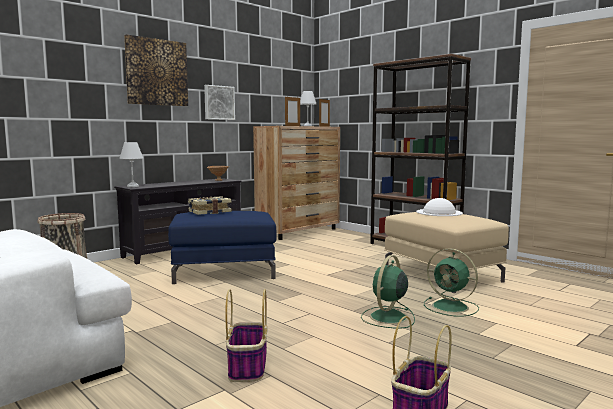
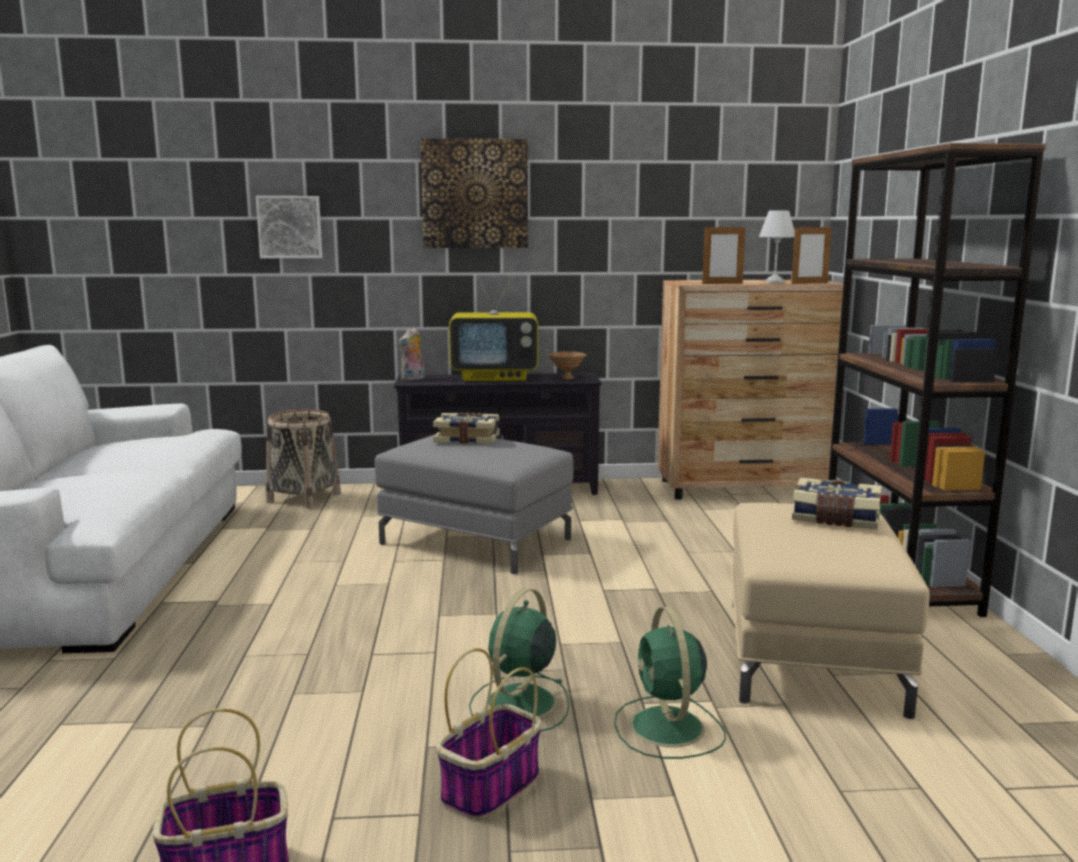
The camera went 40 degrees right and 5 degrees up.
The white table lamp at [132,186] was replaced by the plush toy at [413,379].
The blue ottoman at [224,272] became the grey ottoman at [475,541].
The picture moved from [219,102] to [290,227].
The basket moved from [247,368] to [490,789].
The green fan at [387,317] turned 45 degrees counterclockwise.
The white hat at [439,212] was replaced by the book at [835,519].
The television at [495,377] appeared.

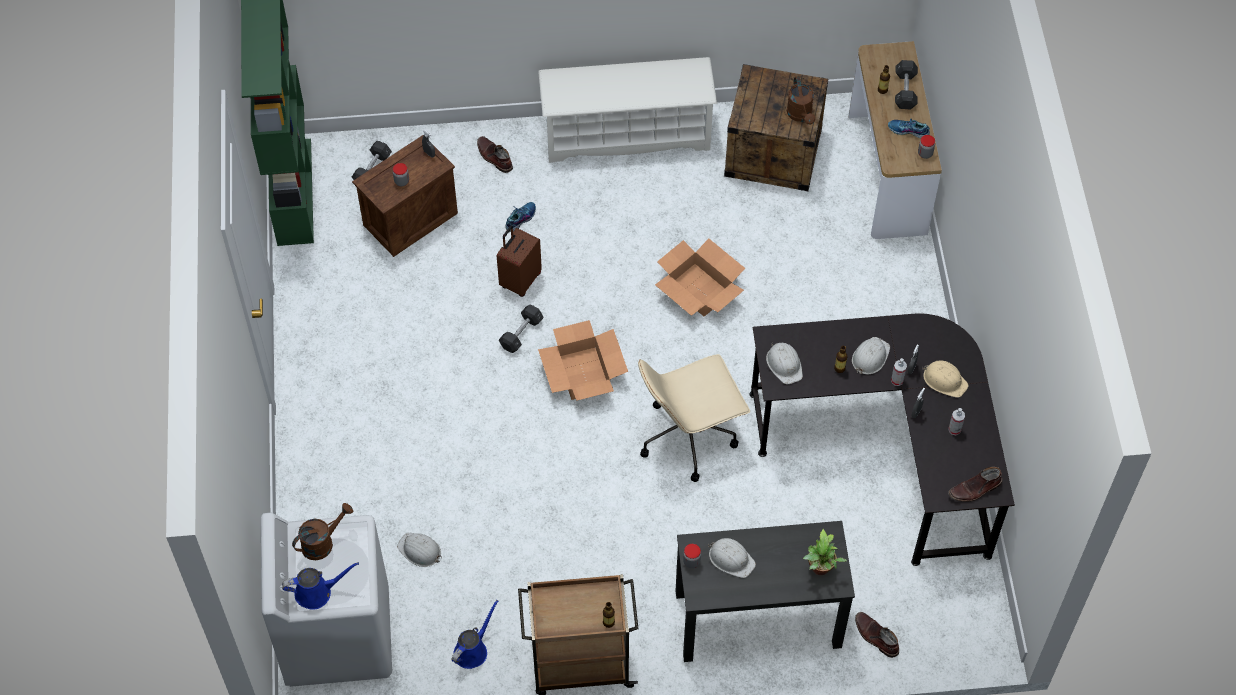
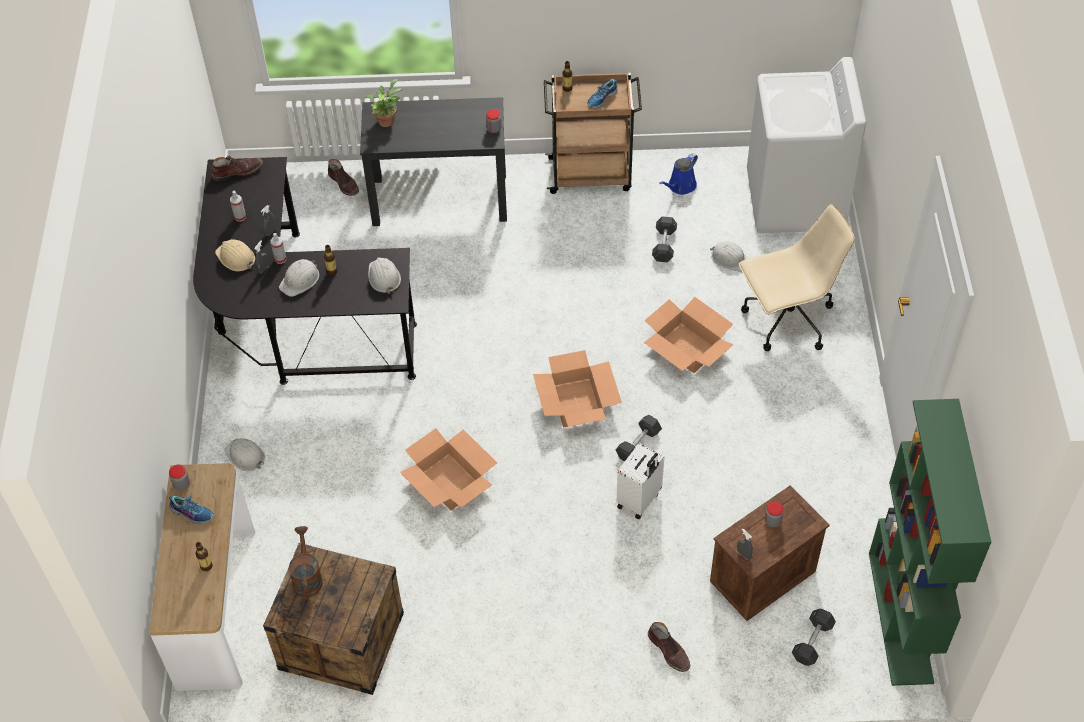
The camera went 175 degrees left and 5 degrees down.
The blue watering can at [317,592] disappeared.
The brown watering can at [322,542] disappeared.
The brown suitcase at [520,280] became the white suitcase at [639,500].
The shoe moved from [520,218] to [602,98].
The white shoe rack at [627,134] disappeared.
The beige office chair moved from [689,436] to [786,320].
The white hard hat moved from [731,558] to [245,456].
The grey dumbbell moved from [905,90] to [664,245].
The cardboard box at [687,348] appeared.

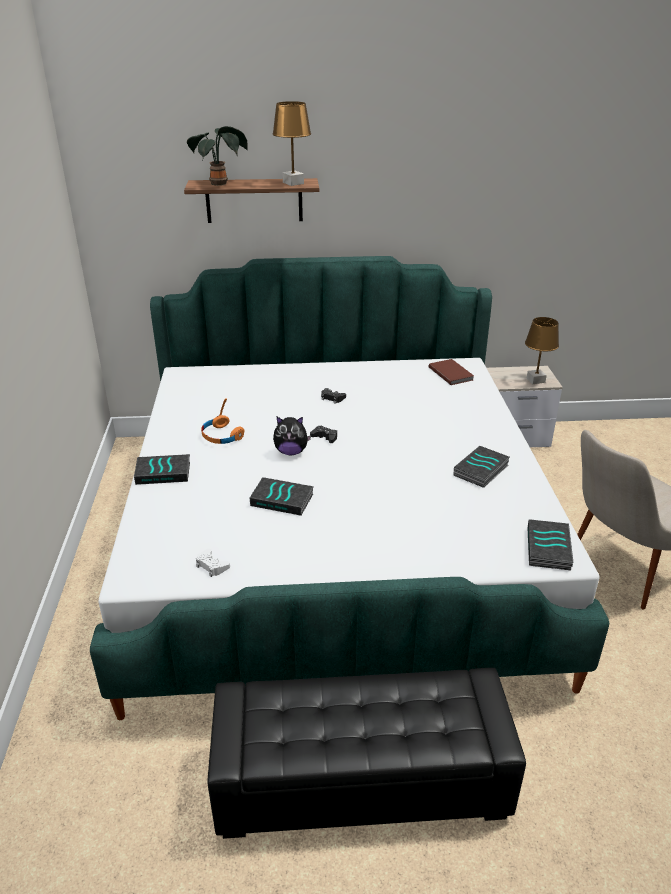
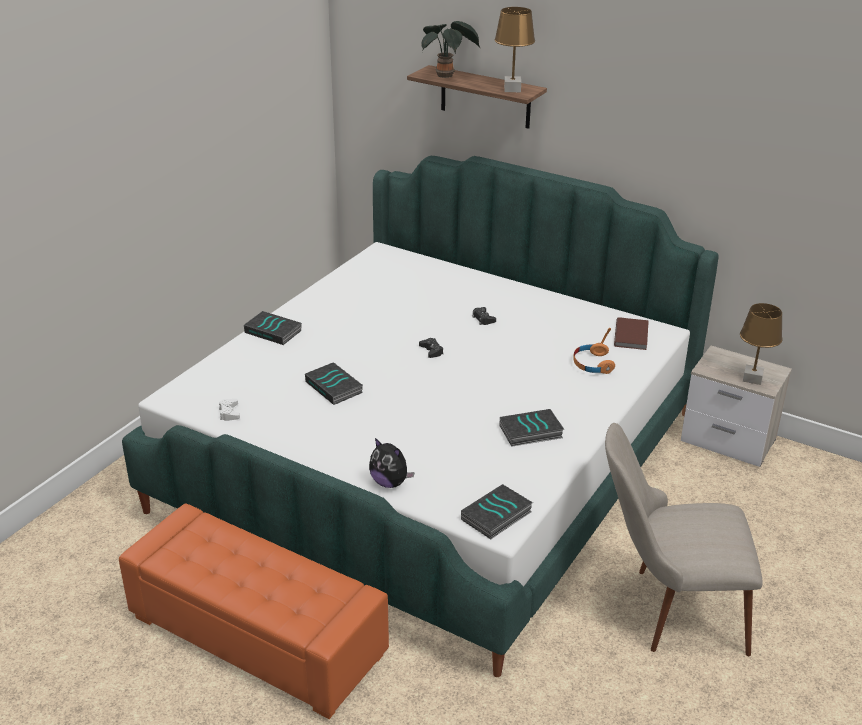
The camera went 35 degrees right and 0 degrees up.
The orange headphones moved from [221,436] to [592,364].
The black ottoman at [361,779] became the orange ottoman at [258,635].
The plush toy moved from [291,452] to [390,482].

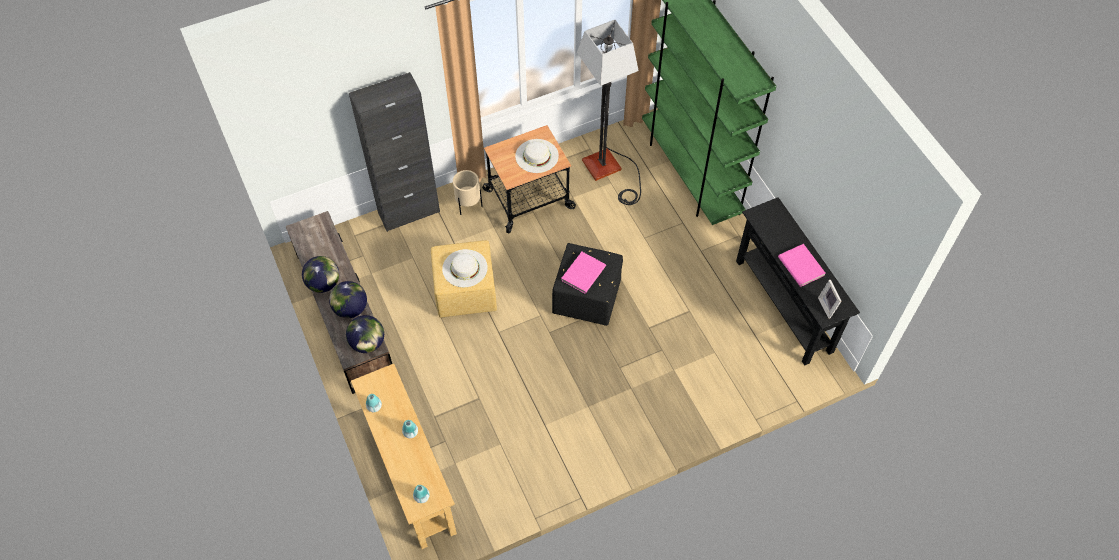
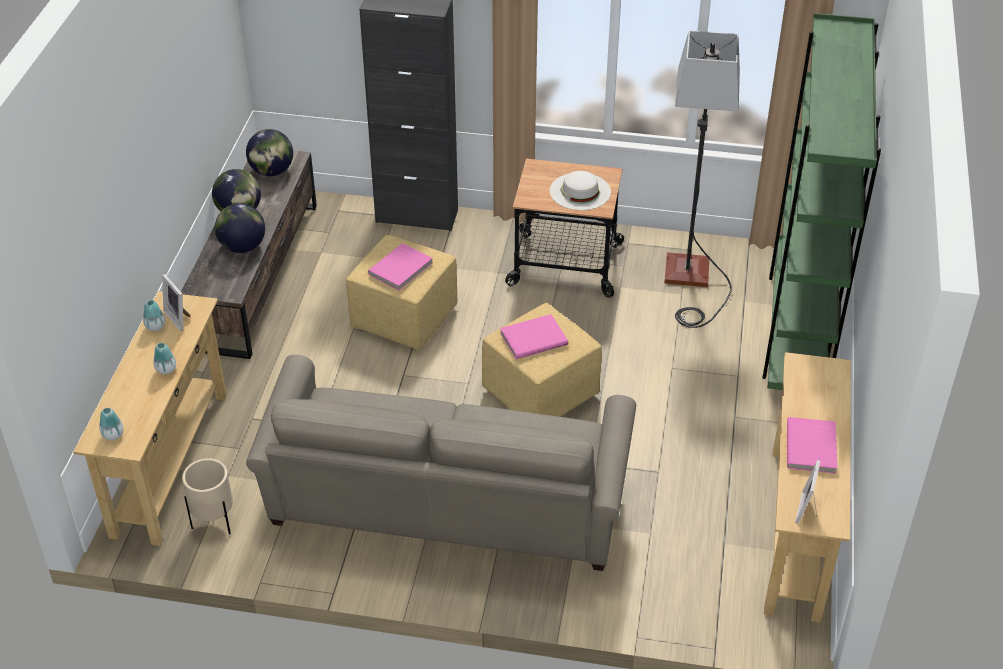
The camera went 35 degrees right and 15 degrees down.
The globe moved from [368,343] to [272,171].
The white hat at [465,268] was replaced by the pink book at [401,269].
The beige planter moved from [468,206] to [214,522].
The black ottoman at [587,298] became the yellow ottoman at [541,394].
The black console table at [784,305] became the beige console table at [796,531].
The picture frame at [179,318] appeared.
The beige sofa at [445,509] appeared.

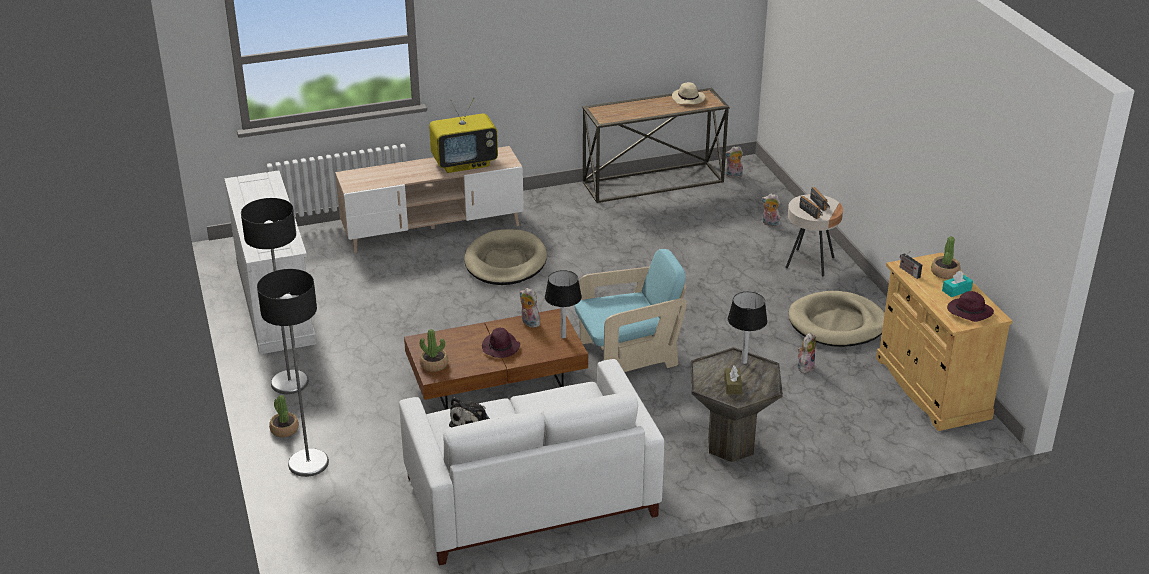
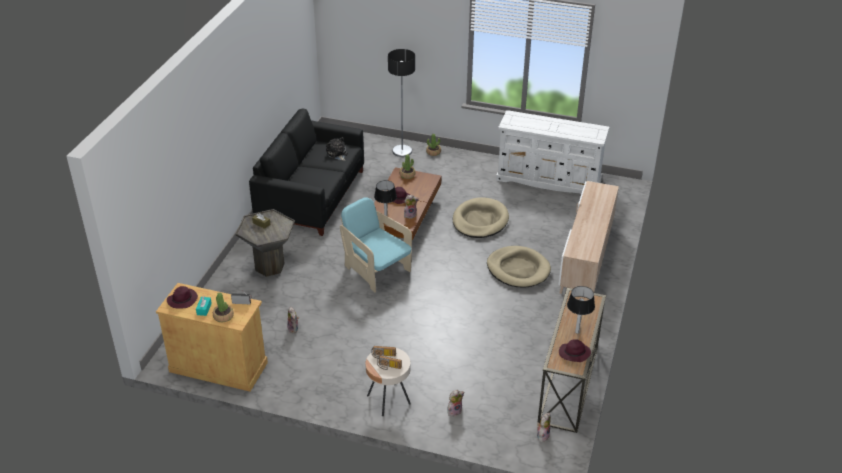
The camera went 125 degrees right and 5 degrees up.
The floor lamp at [289,382] disappeared.
The white sofa at [529,495] became the black sofa at [312,196].
The television at [465,163] disappeared.
The turquoise armchair at [628,356] turned 120 degrees clockwise.
The beige hat at [688,99] became the purple hat at [574,354].
The table lamp moved from [743,362] to [577,332].
The beige dog bed moved from [837,323] to [480,221].

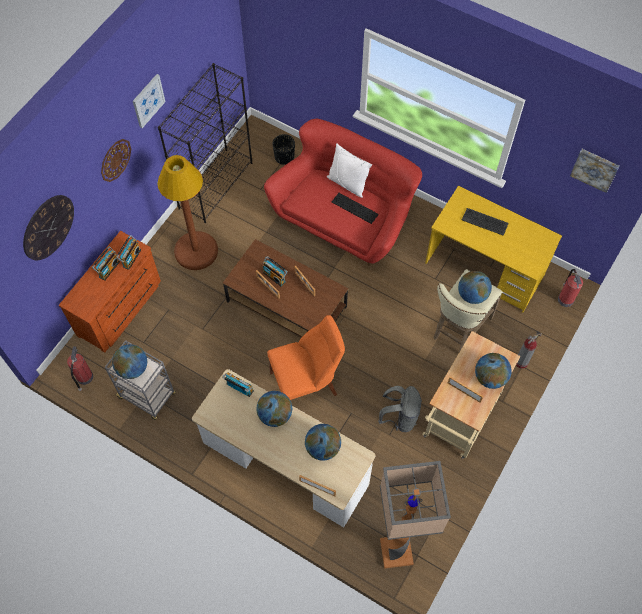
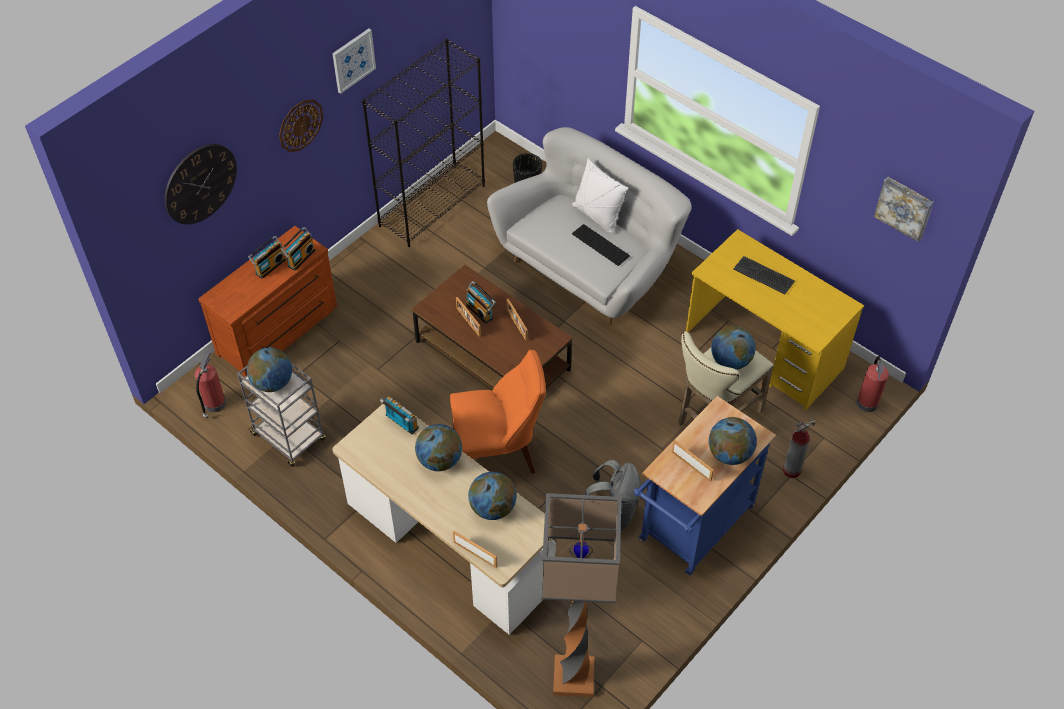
The camera went 10 degrees right and 10 degrees down.
The brown floor lamp at [196,251] disappeared.
The red sofa at [344,219] became the white sofa at [590,267].
The beige cart at [459,421] became the blue cart at [692,529].

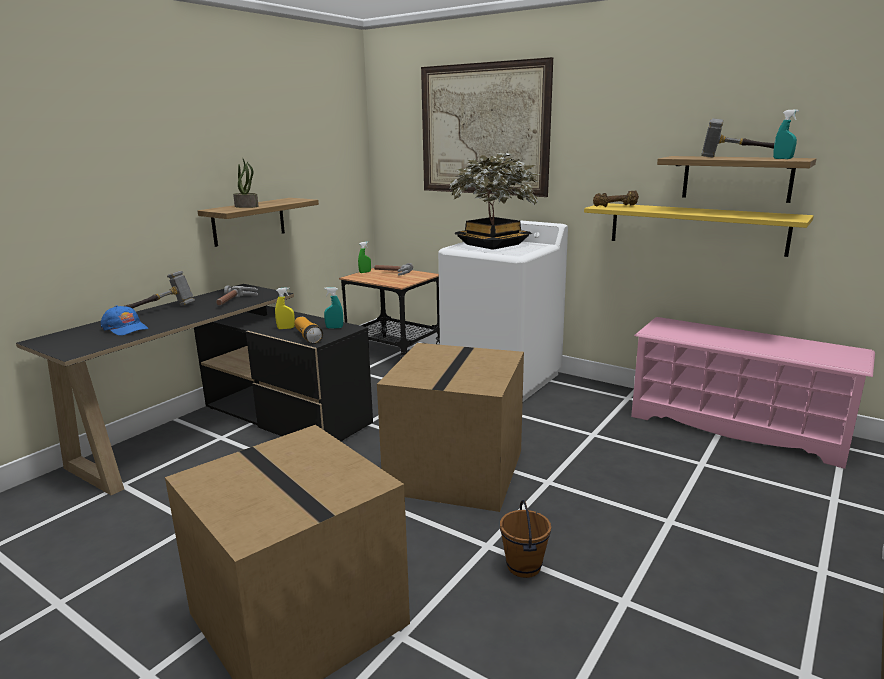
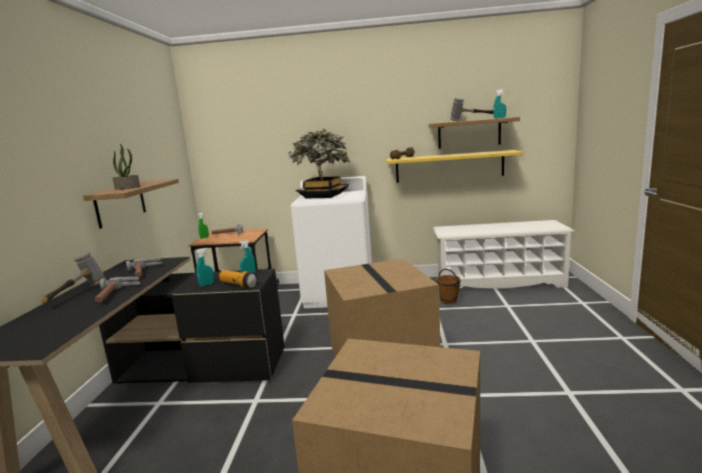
The camera went 30 degrees left and 5 degrees down.
The blue cap at [125,328] disappeared.
The yellow spray bottle at [286,328] became the turquoise spray bottle at [206,284].
The picture at [483,130] disappeared.
The brown bucket moved from [524,566] to [449,300].
The pink shoe rack at [736,427] became the white shoe rack at [498,282].
The hammer at [116,294] appeared.

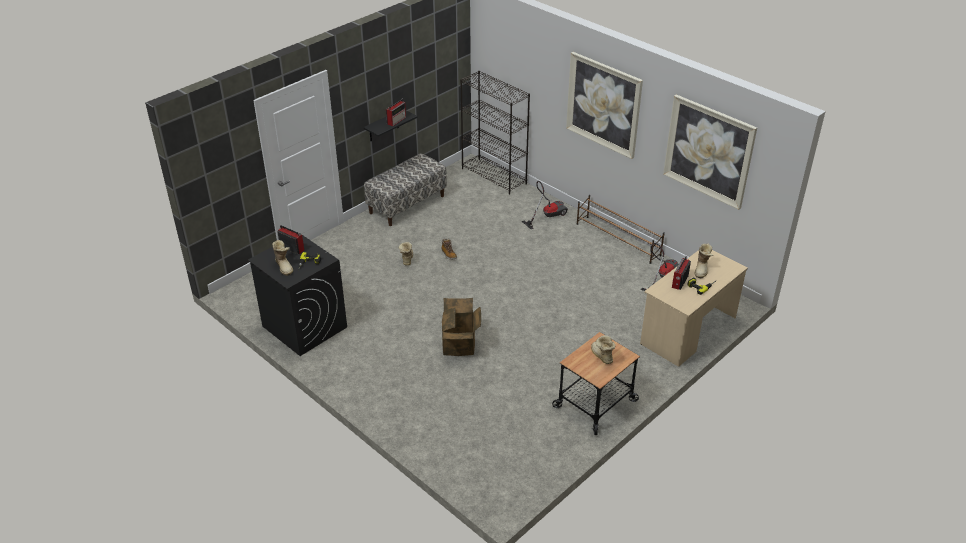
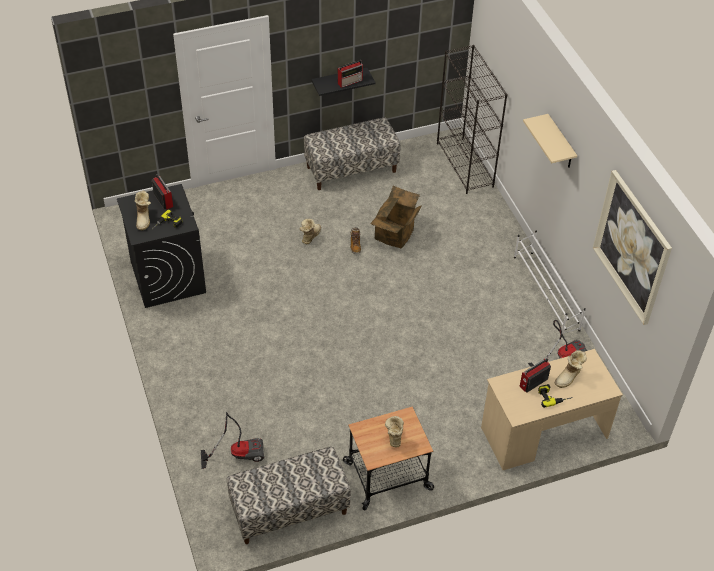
The camera went 25 degrees right and 10 degrees up.
The cardboard box moved from [460,345] to [395,235].
The vacuum cleaner moved from [547,215] to [238,453].
The picture at [603,104] was replaced by the beige shelf at [560,143].
The brown shoe rack at [618,240] became the white shoe rack at [546,293].
The bench at [289,510] appeared.

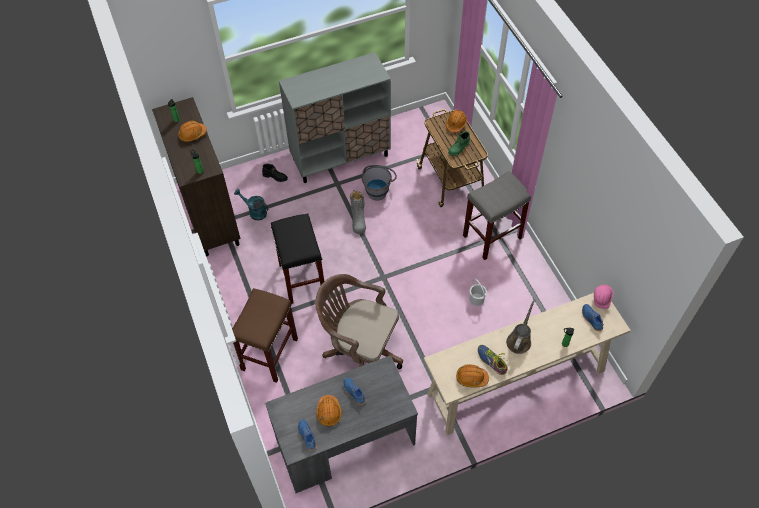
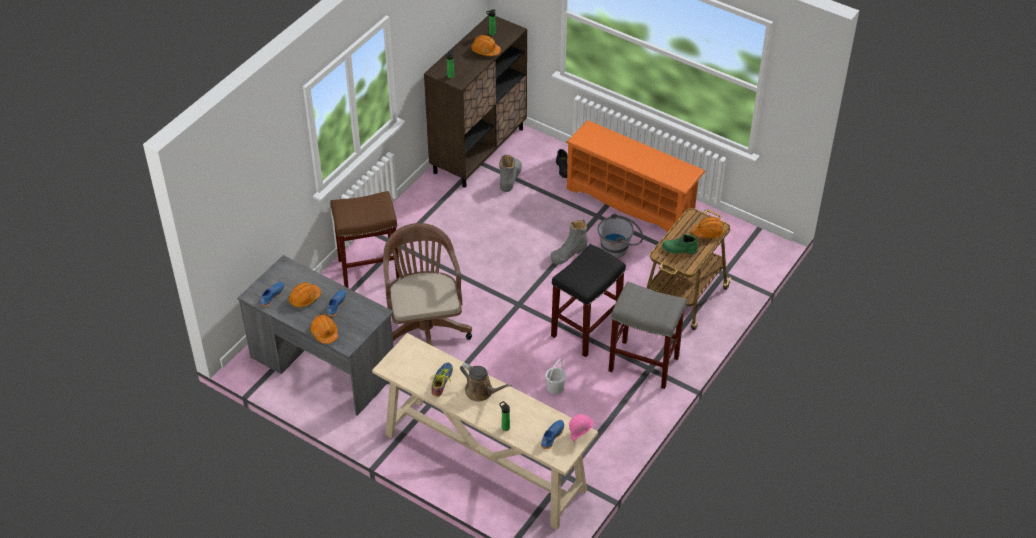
The camera went 55 degrees right and 10 degrees down.
The turquoise watering can at [255,212] was replaced by the grey boot at [510,177].
The black stool moved from [301,279] to [586,329].
The grey cabinet at [341,157] was replaced by the orange shoe rack at [631,202].
The orange hard hat moved from [471,378] to [324,333].
The brown watering can at [519,340] turned 45 degrees clockwise.

